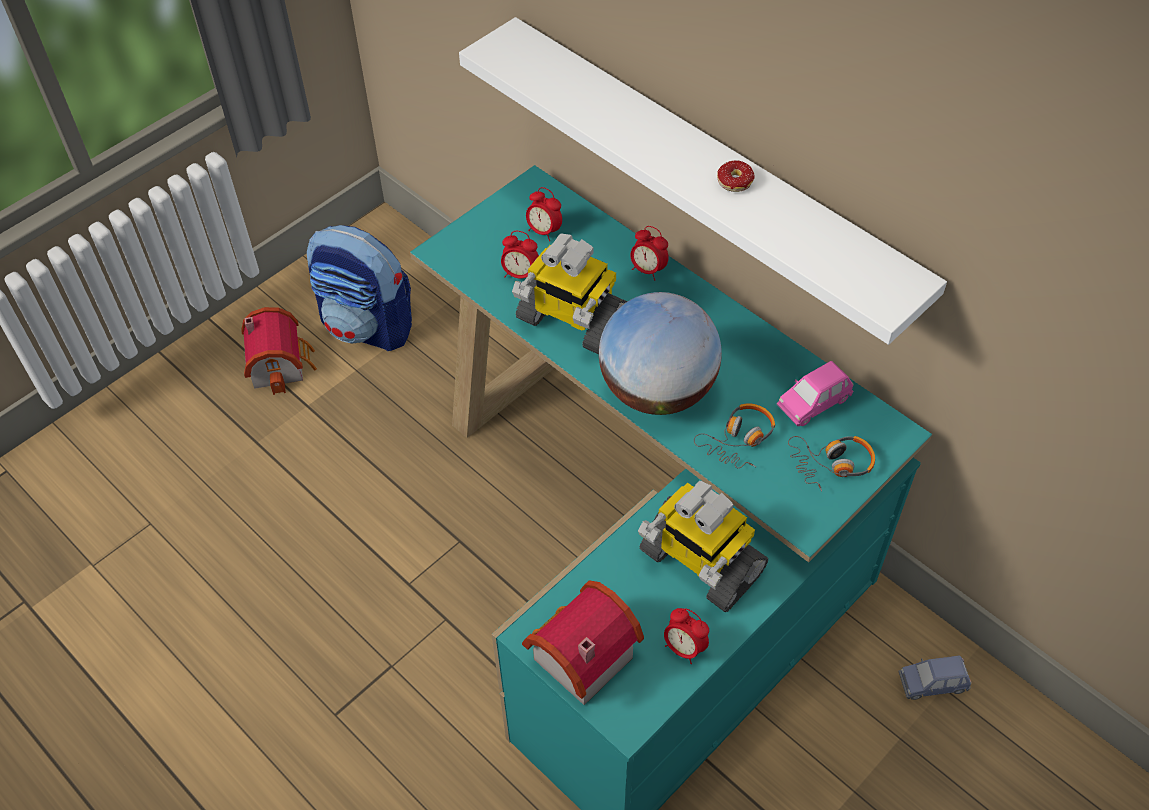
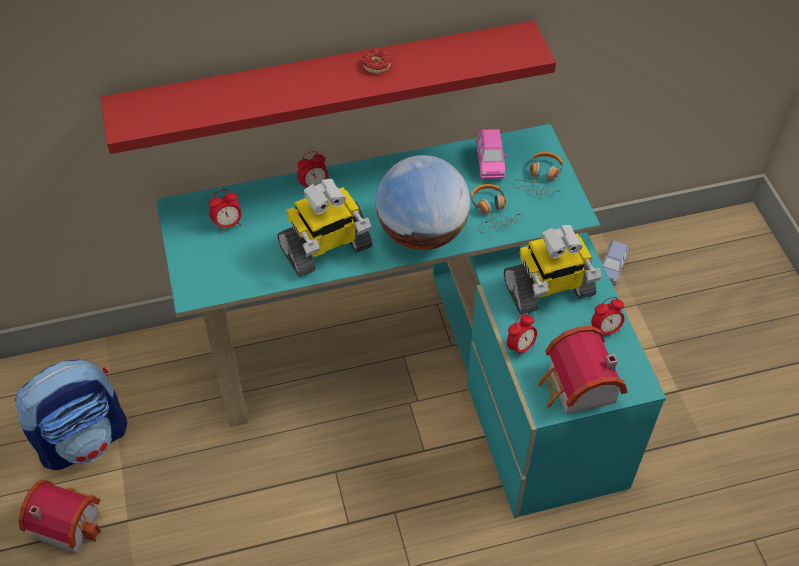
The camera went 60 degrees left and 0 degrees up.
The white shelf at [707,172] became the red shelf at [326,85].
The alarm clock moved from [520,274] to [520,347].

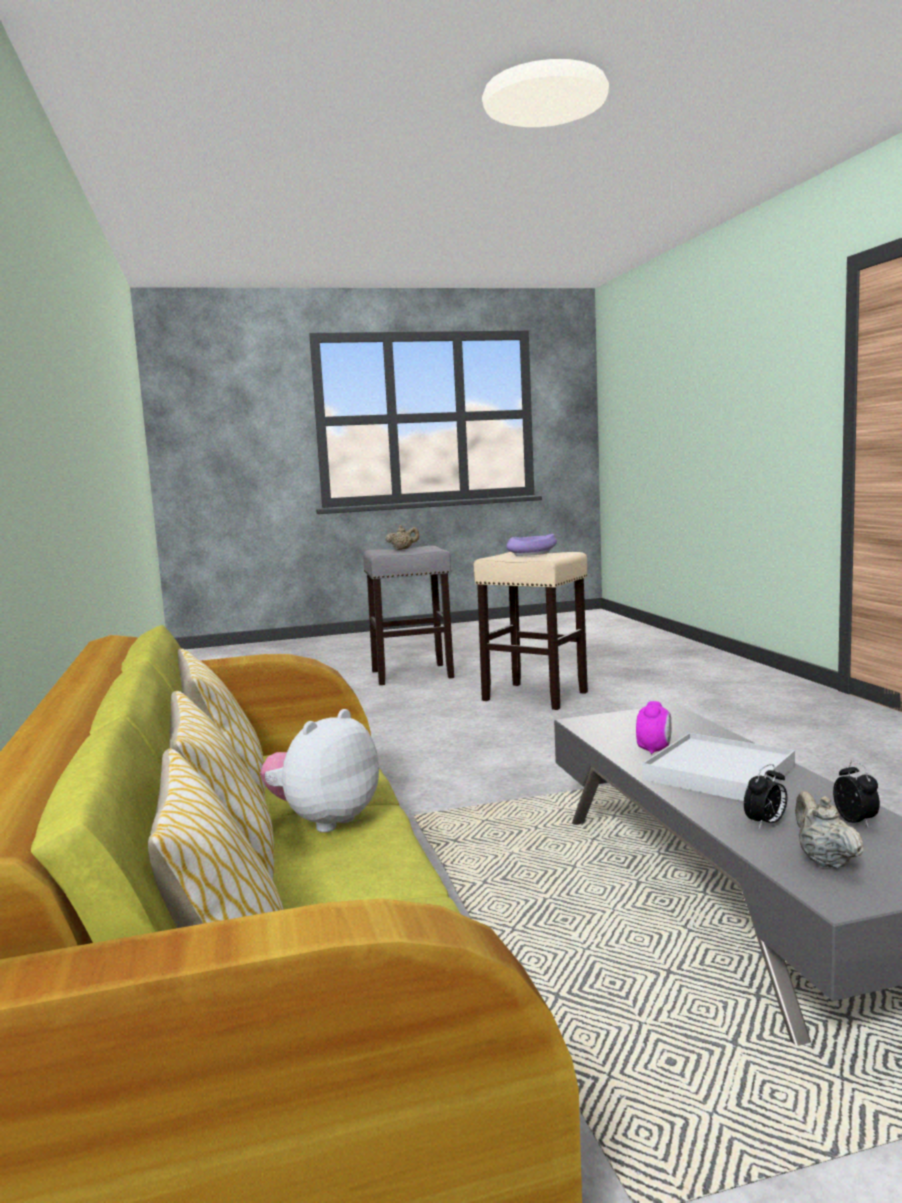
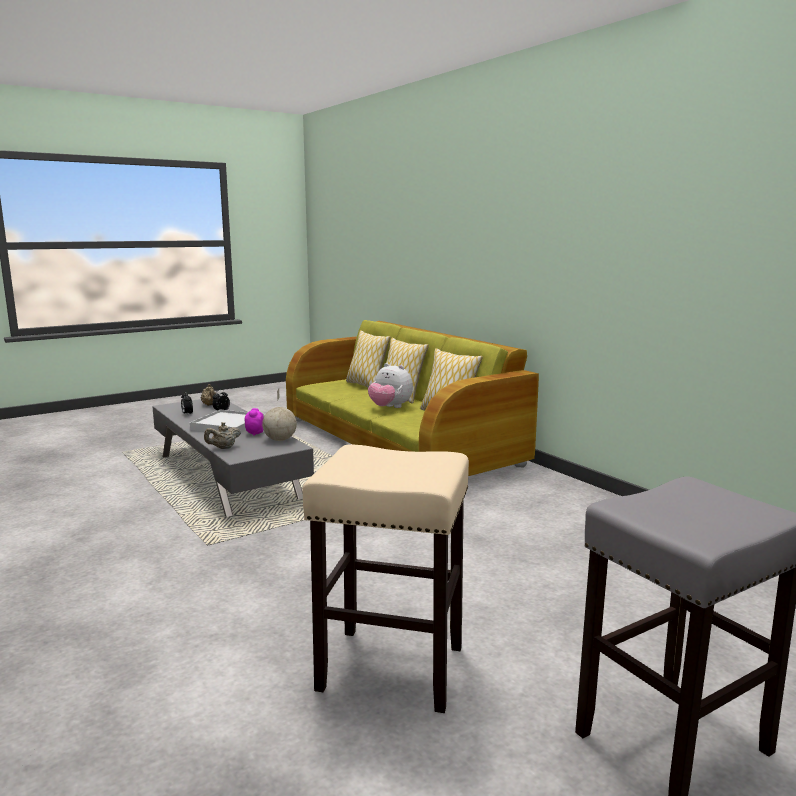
The camera went 160 degrees right and 5 degrees up.
The plush toy at [324,820] turned 105 degrees clockwise.
The beige teapot moved from [402,549] to [223,448].
The purple bowl at [532,554] disappeared.
The globe at [280,440] appeared.

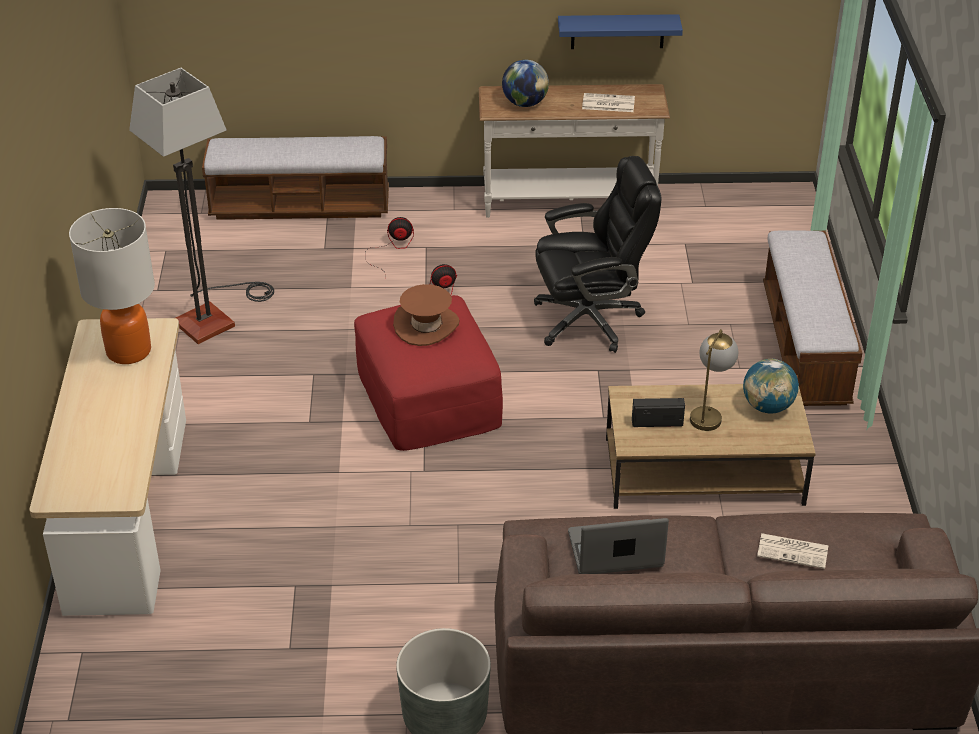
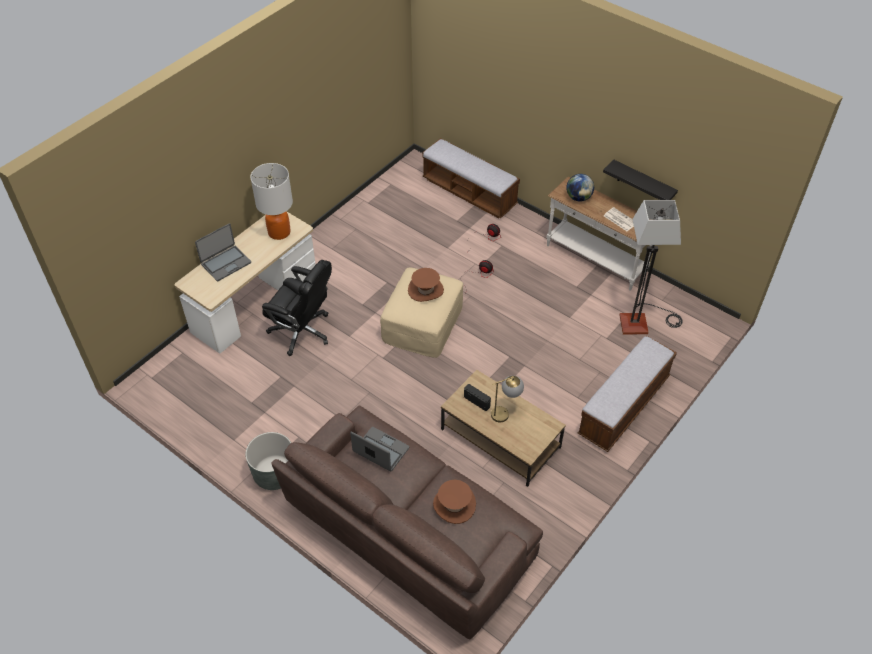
The camera went 40 degrees right and 10 degrees up.
The floor lamp moved from [215,315] to [642,322].
The red ottoman at [428,396] became the beige ottoman at [423,323].
The black office chair moved from [590,319] to [302,331].
The blue shelf at [617,31] became the black shelf at [643,183].
The globe at [767,407] disappeared.
The newspaper at [793,551] was replaced by the brown hat at [454,505].
The laptop at [226,263] appeared.

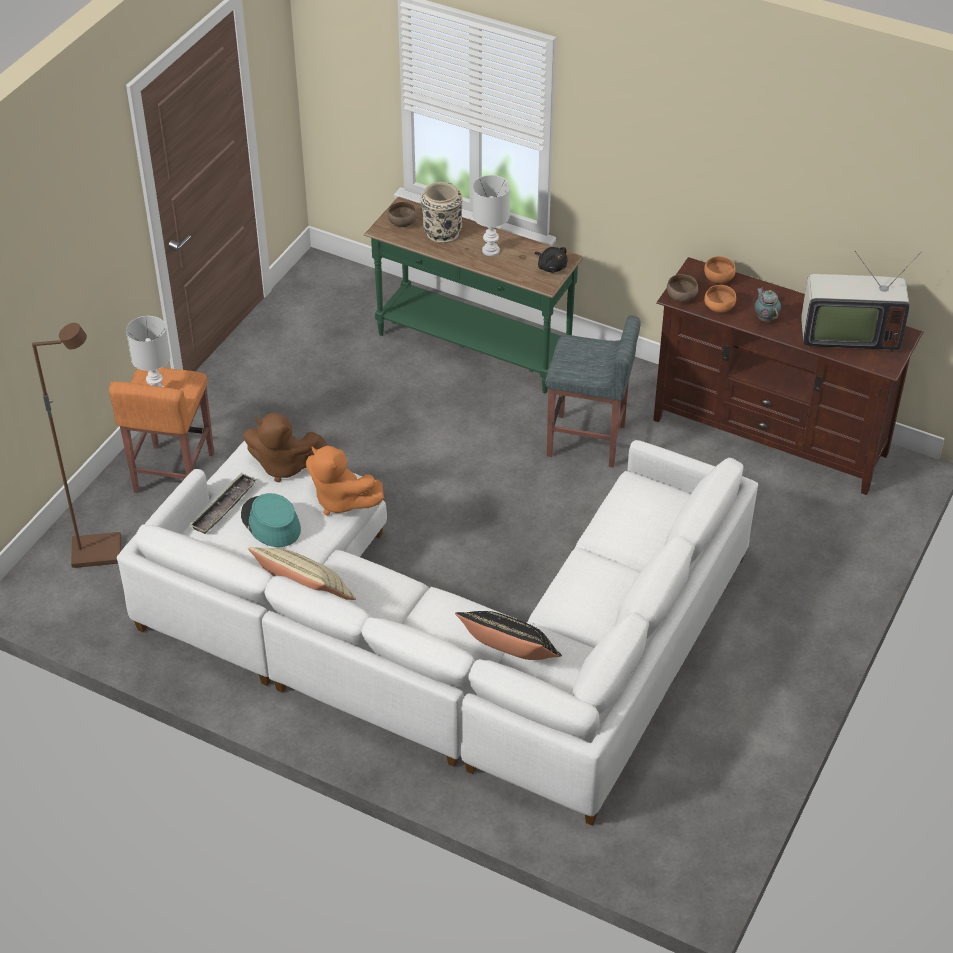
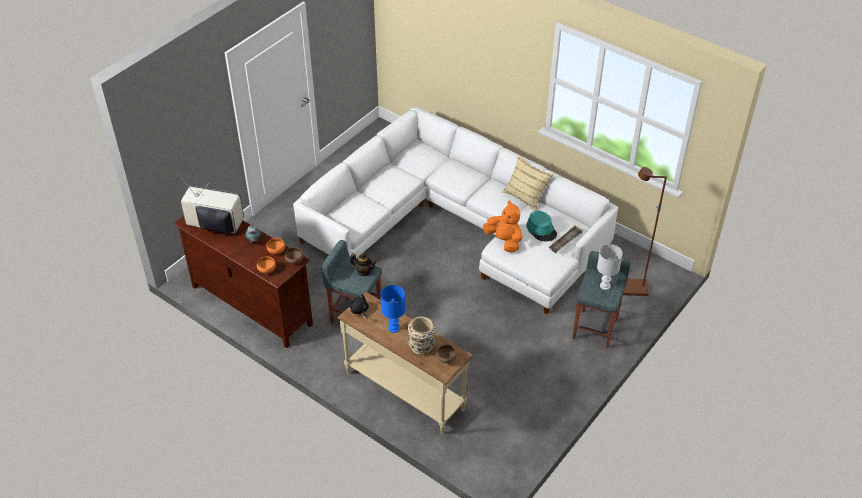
The camera went 170 degrees left and 0 degrees up.
The orange stool at [173,473] became the grey stool at [595,328].
The brown plush toy at [284,465] disappeared.
The green console table at [472,348] became the beige console table at [405,390].
The black pillow at [509,659] disappeared.
The white table lamp at [490,250] became the blue table lamp at [394,328].
The teapot at [363,271] appeared.

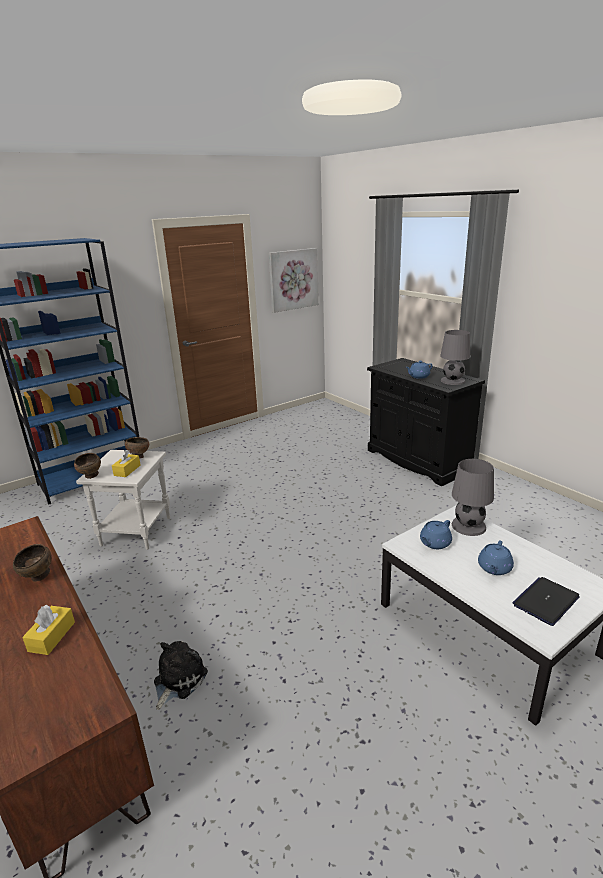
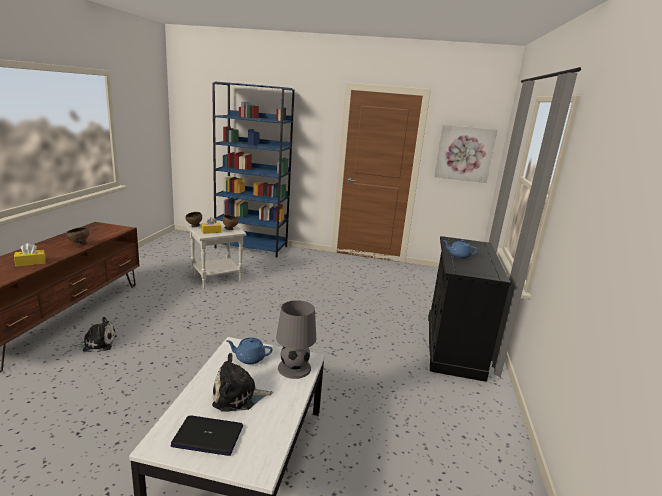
The camera went 45 degrees right and 5 degrees down.
The grey table lamp at [453,381] disappeared.
The blue teapot at [494,568] was replaced by the plush toy at [238,396].

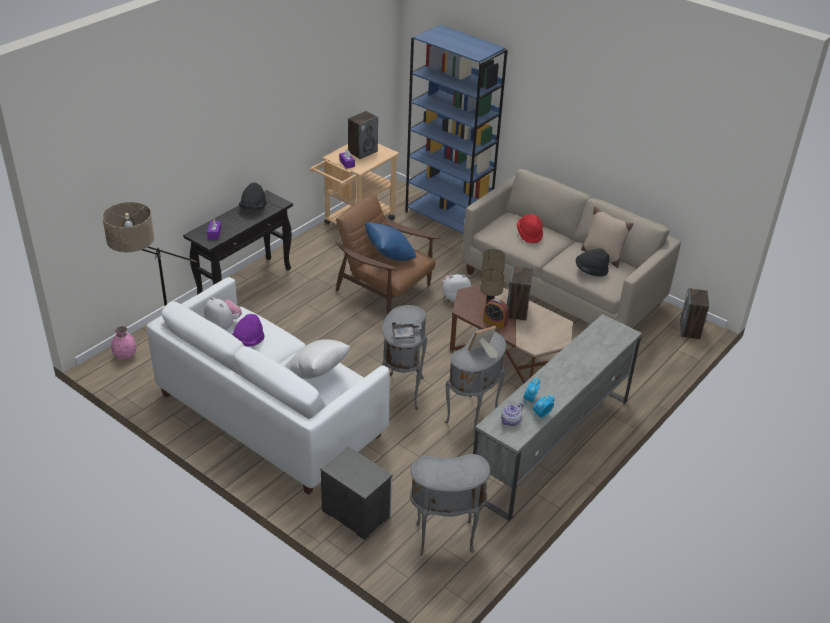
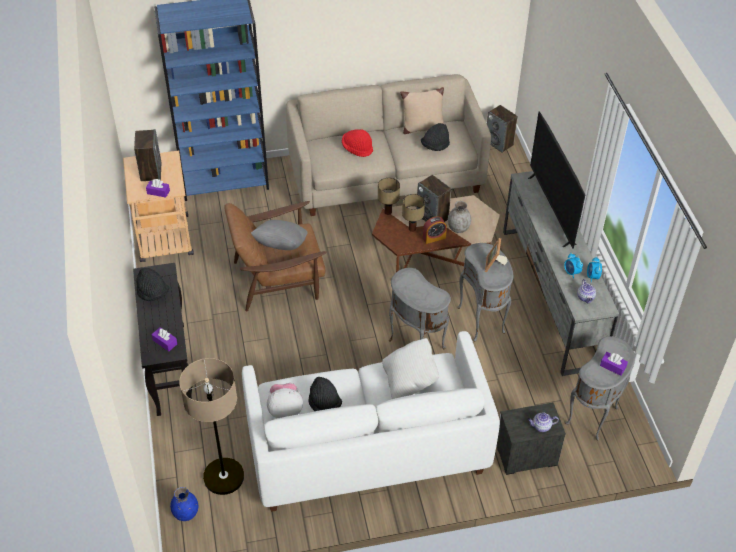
The camera went 50 degrees left and 10 degrees up.
The pink vase at [125,355] became the blue vase at [185,513].
The purple hat at [248,341] became the black hat at [324,404].
The blue pillow at [389,256] became the grey pillow at [280,247].
The grey tray at [405,334] disappeared.
The plush toy at [455,297] disappeared.
The grey vase at [458,228] appeared.
The teapot at [541,426] appeared.
The television at [551,210] appeared.
The purple tissue box at [612,366] appeared.

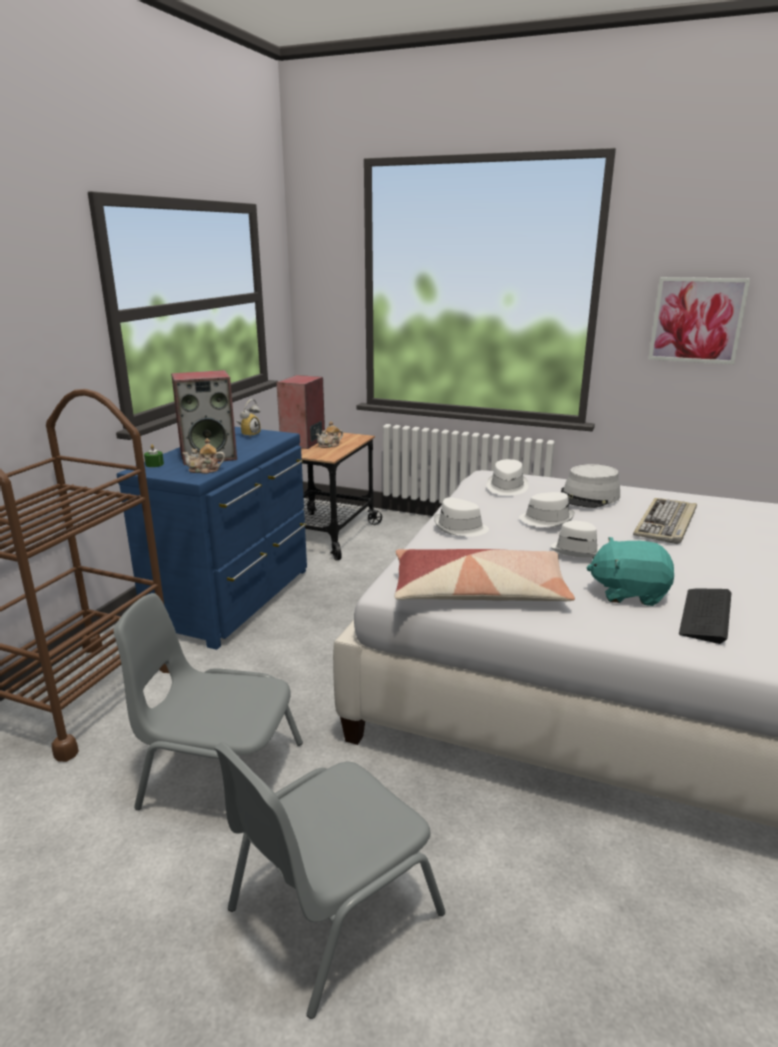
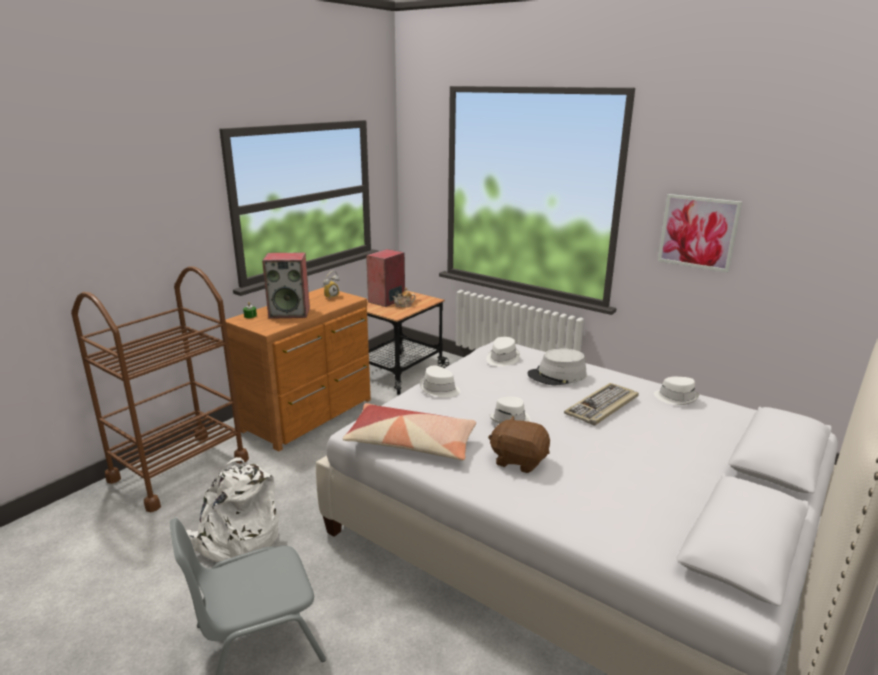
The camera went 15 degrees right and 0 degrees up.
The grey chair at [220,775] was replaced by the white backpack at [236,539].
The blue dresser at [236,599] became the brown dresser at [310,415].
The teapot at [204,470] disappeared.
The white hat moved from [546,519] to [676,397].
The turquoise plush toy at [628,593] became the brown plush toy at [519,460].
The keyboard at [705,615] disappeared.

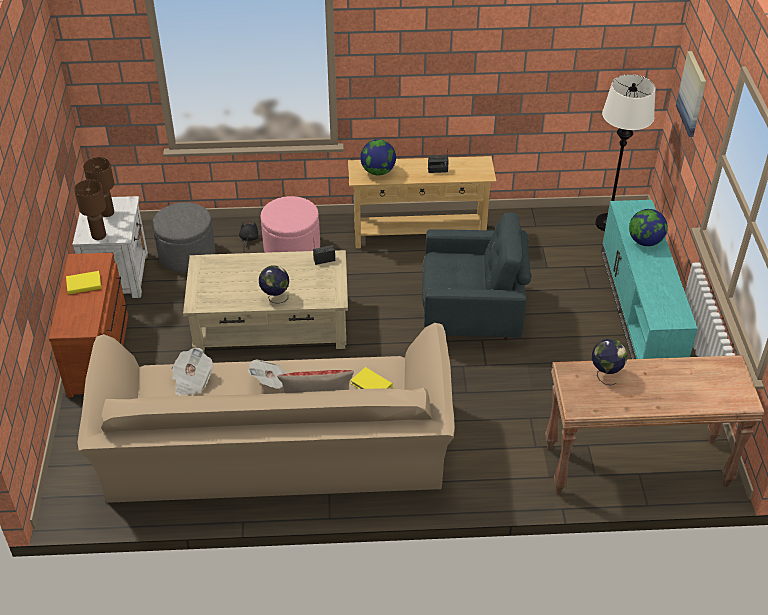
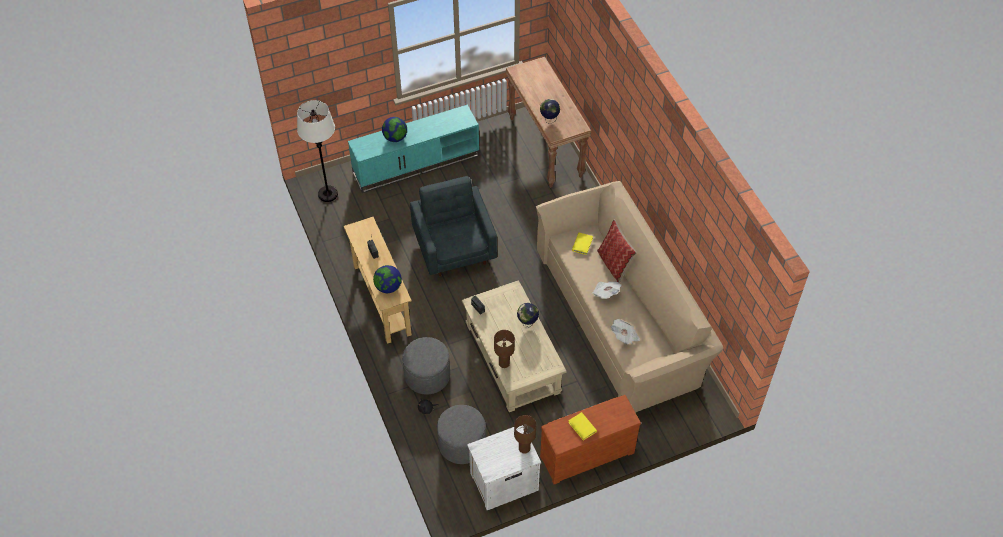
The camera went 110 degrees left and 10 degrees up.
The brown table lamp moved from [107,213] to [504,363].
The pink ottoman at [292,248] became the grey ottoman at [427,375].
The picture at [692,94] disappeared.

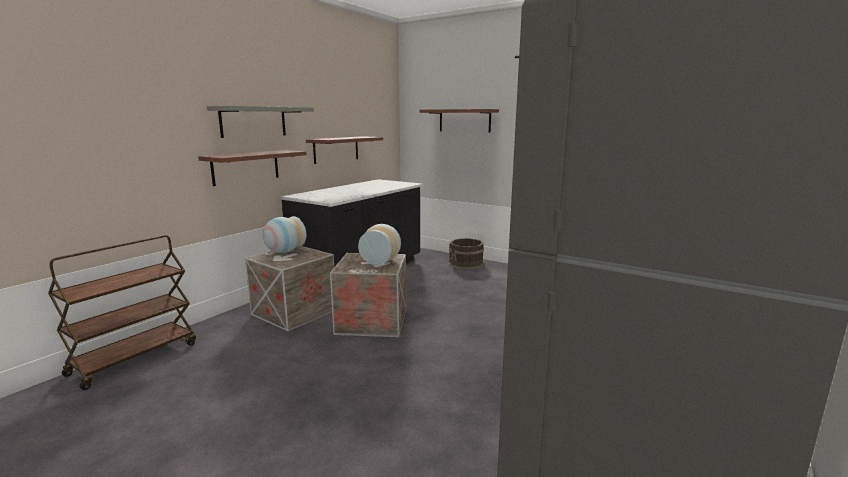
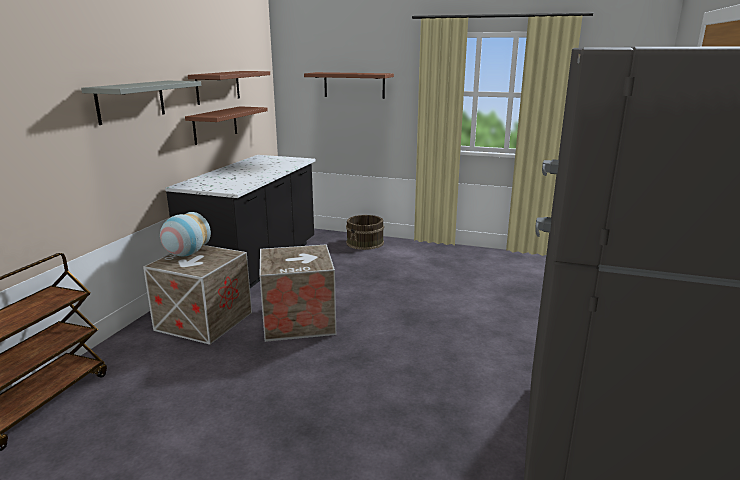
The camera went 15 degrees left and 5 degrees up.
The brown shelf moved from [246,167] to [218,87].
The vase at [381,261] disappeared.

